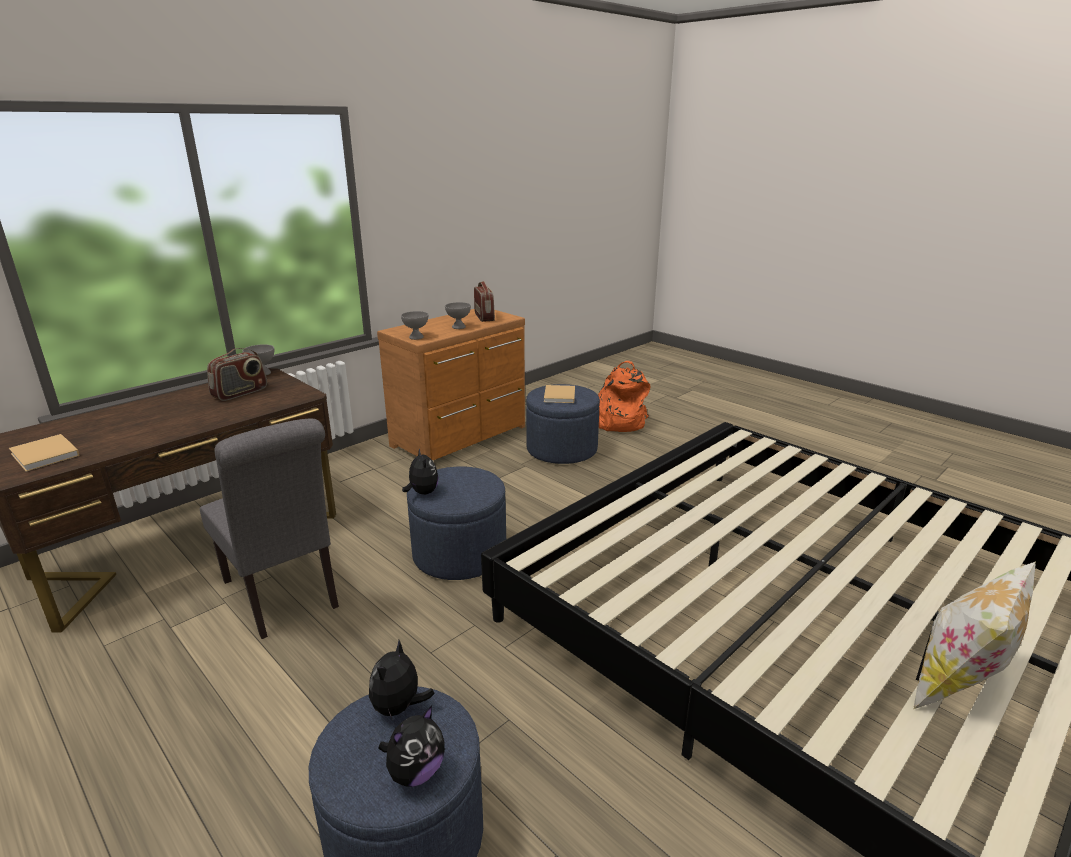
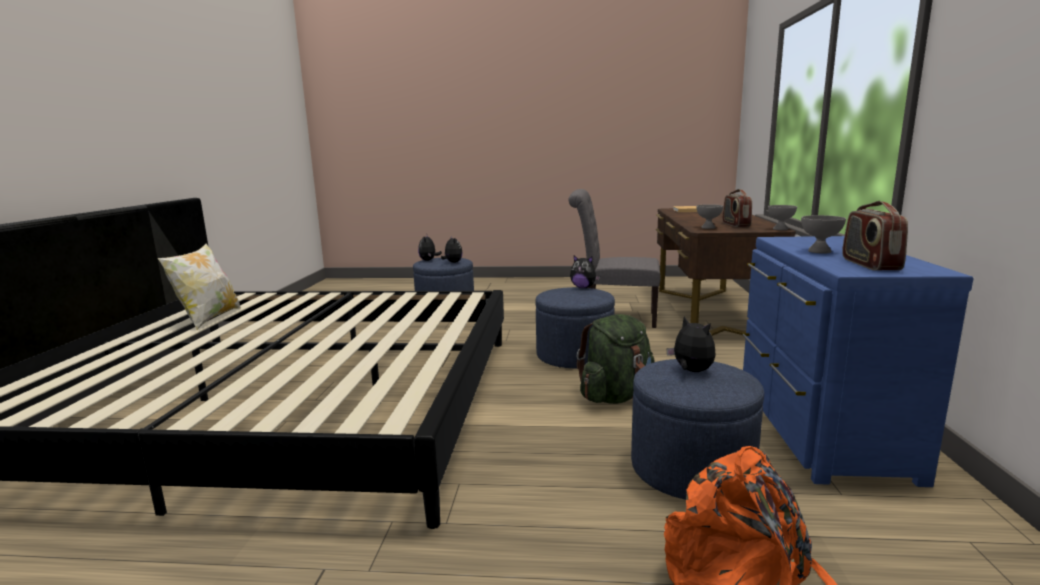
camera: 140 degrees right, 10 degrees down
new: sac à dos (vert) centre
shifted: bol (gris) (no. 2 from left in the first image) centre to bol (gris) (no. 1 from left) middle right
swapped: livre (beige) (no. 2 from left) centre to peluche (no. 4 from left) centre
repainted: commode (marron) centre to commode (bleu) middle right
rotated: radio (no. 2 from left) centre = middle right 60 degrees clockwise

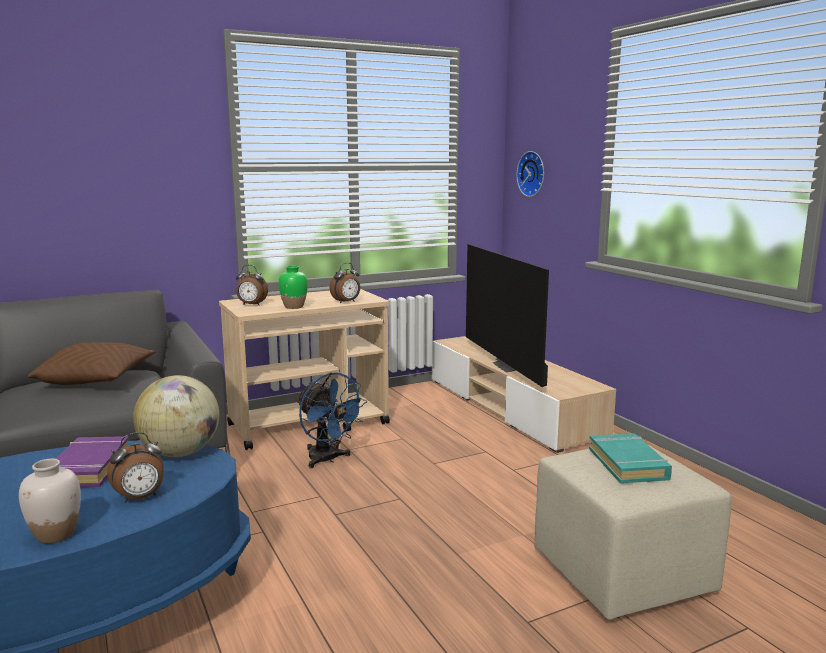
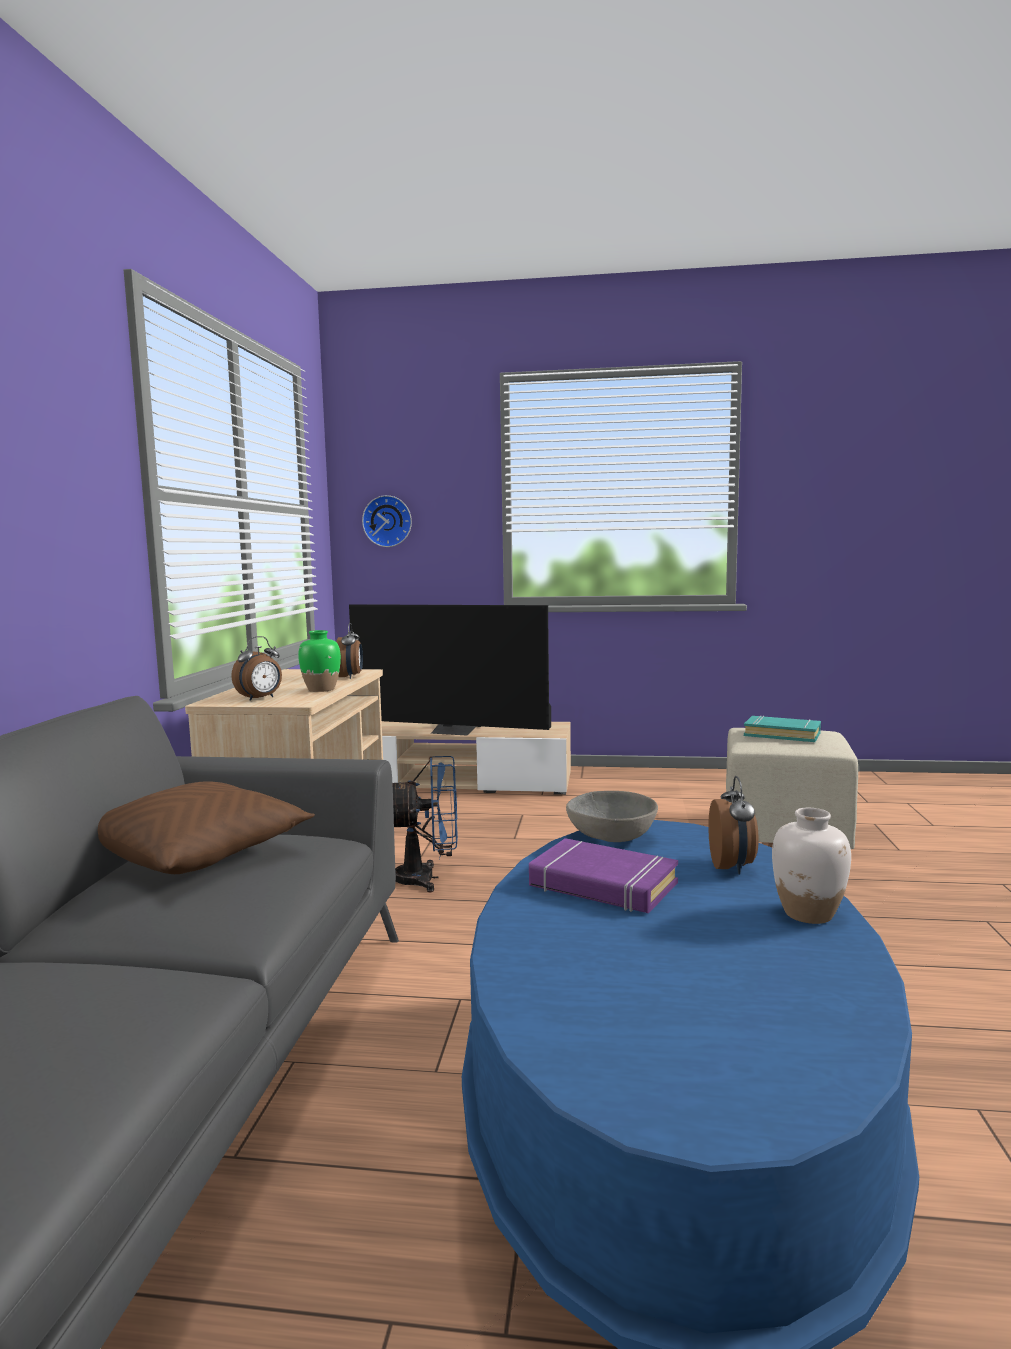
camera: 55 degrees left, 5 degrees down
swapped: globe middle left to bol (gris) centre

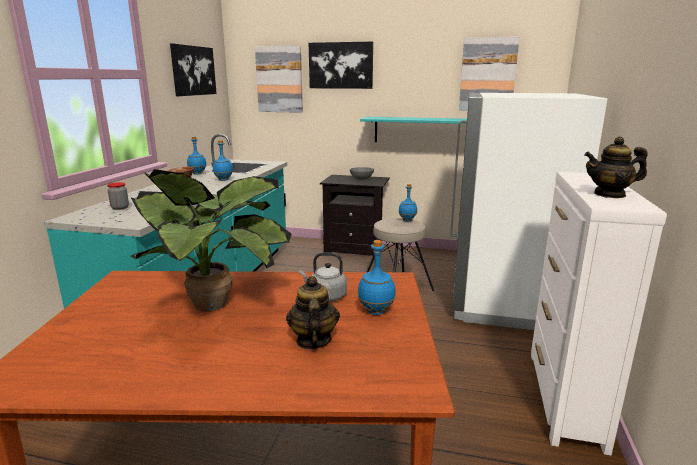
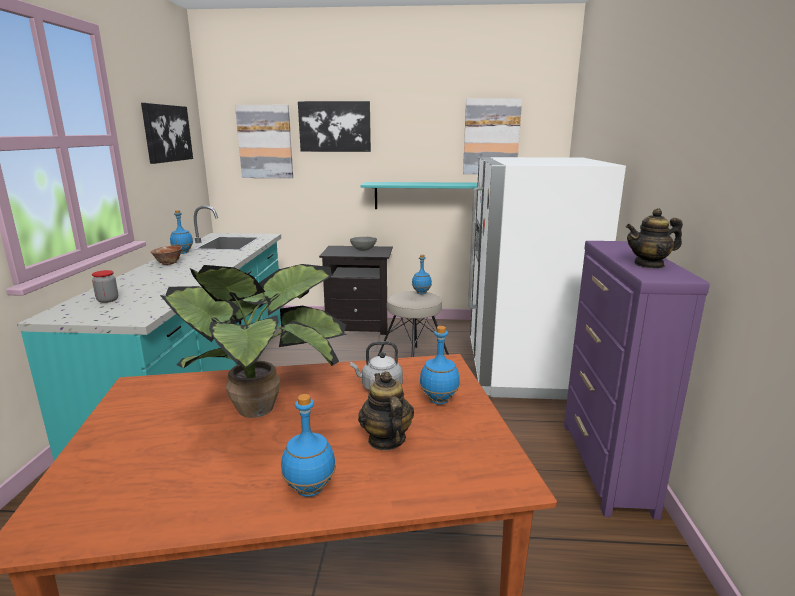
camera: 10 degrees left, 0 degrees up
shifted: bouteille (bleu) (no. 2 from left) middle left to bottom centre
repainted: commode (blanc) bottom right to commode (violet) middle right

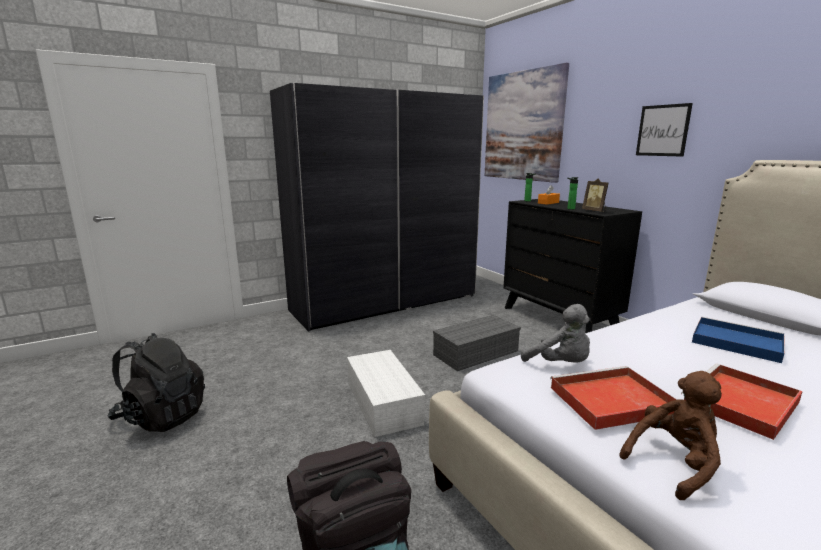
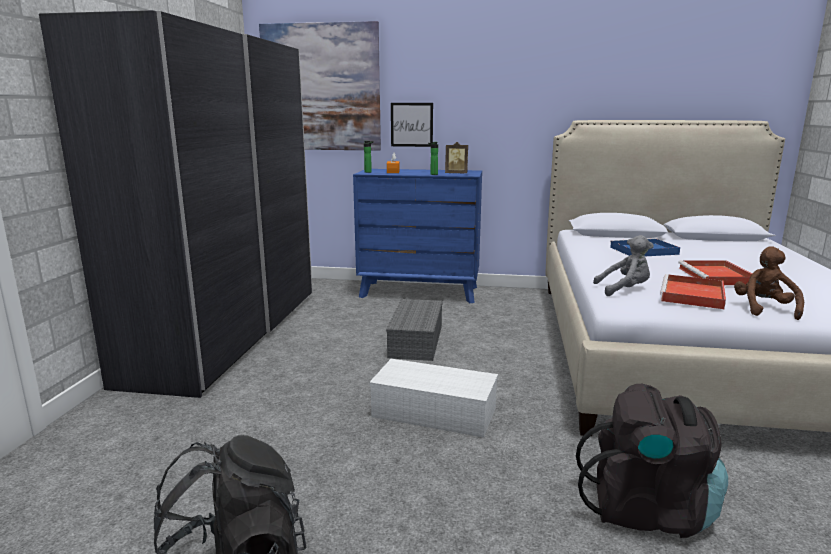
camera: 50 degrees left, 0 degrees up
shifted: tableau (no. 2 from left) top right to top centre
repainted: commode (noir) middle right to commode (bleu) centre

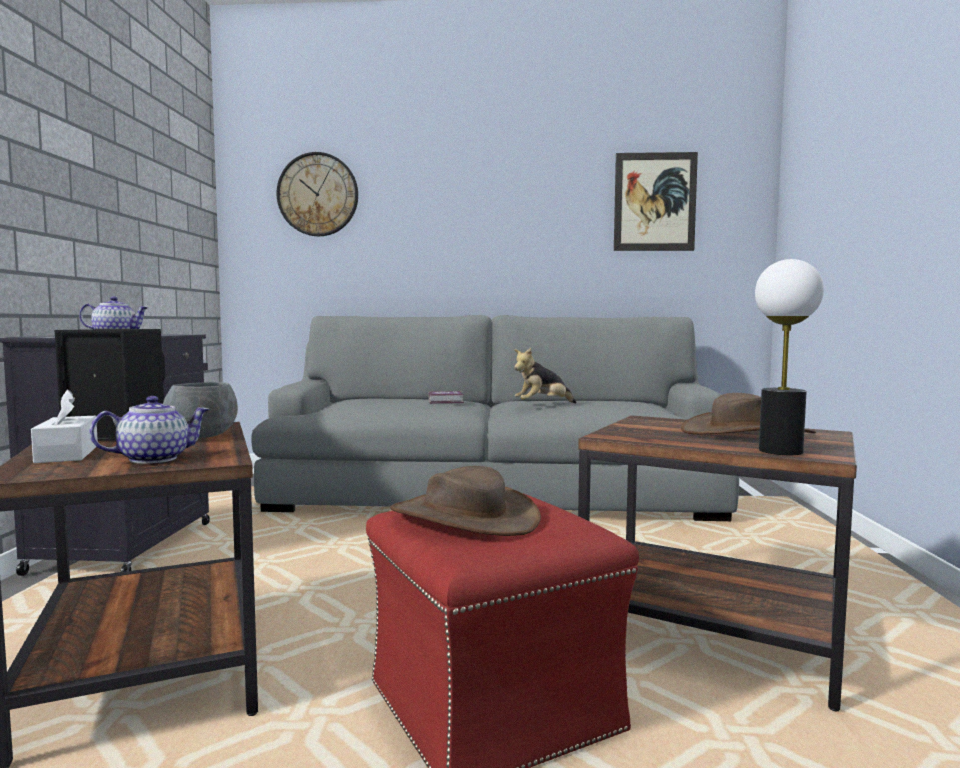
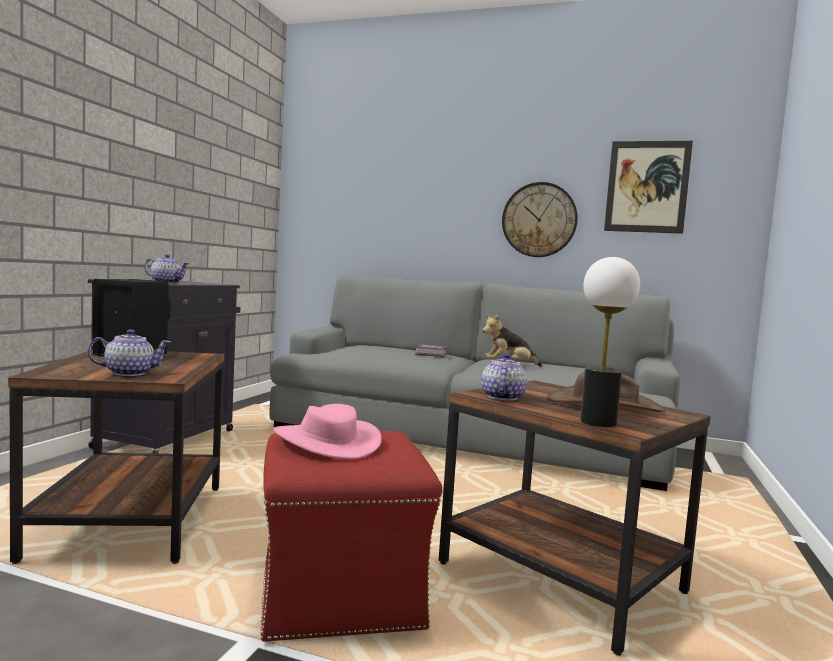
camera: 15 degrees right, 0 degrees up
gone: boîte à mouchoirs (blanc) middle left; bol (gris) middle left
new: théière (no. 3 from left) centre
shifted: horloge murale top left to top centre
repainted: chapeau (marron) (no. 1 from left) centre to chapeau (rose) centre

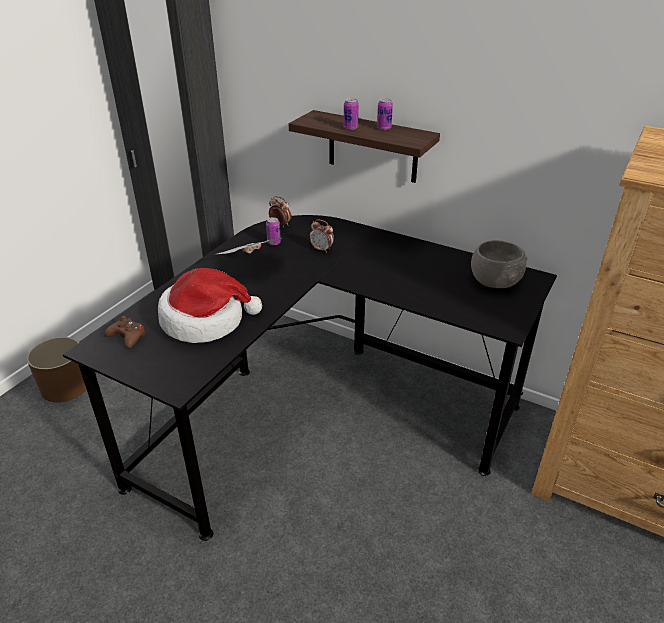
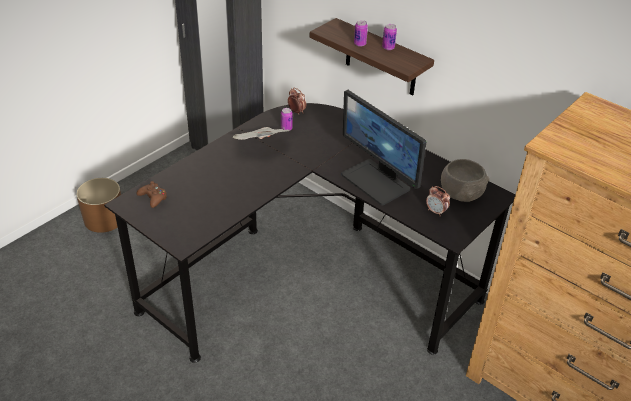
camera: 10 degrees right, 5 degrees up
gone: chapeau middle left
new: écran d'ordinateur centre
shifted: réveil (no. 2 from left) centre to middle right

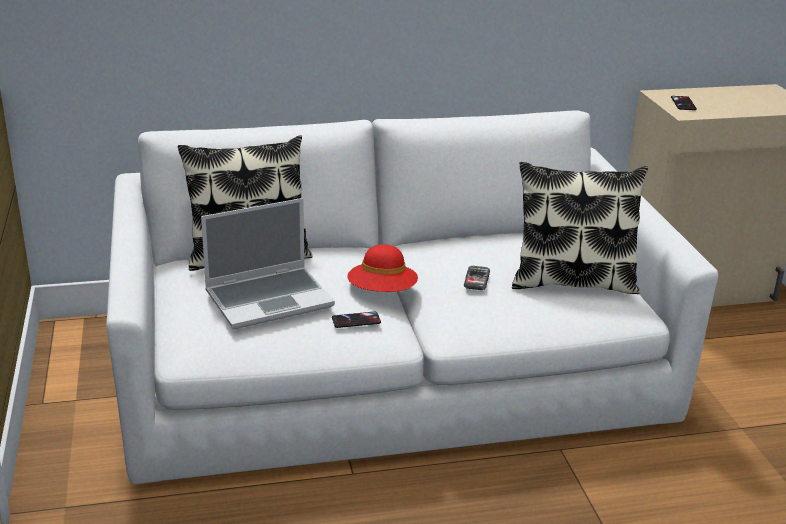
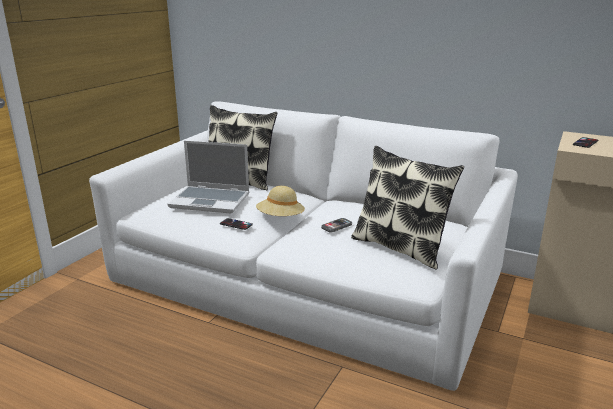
camera: 40 degrees right, 5 degrees down
repainted: chapeau (rouge) centre to chapeau (beige) centre

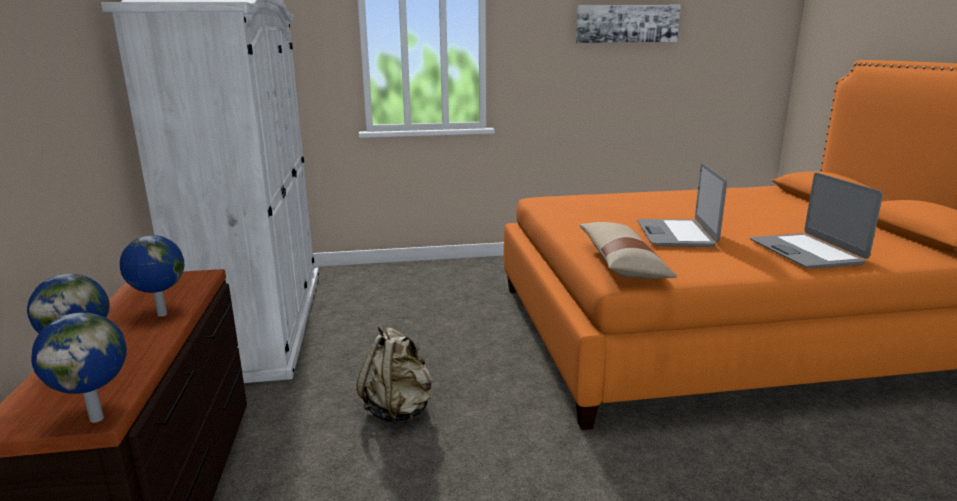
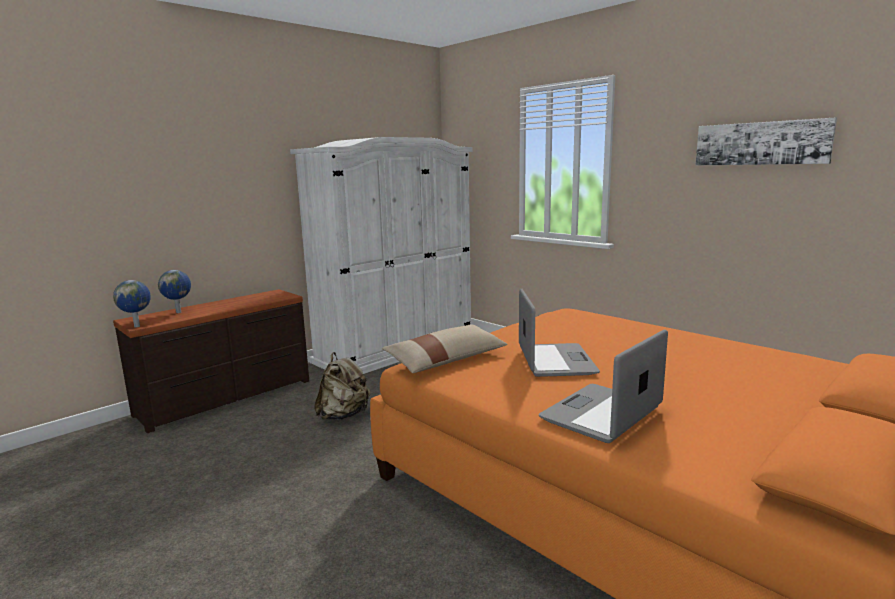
camera: 55 degrees right, 5 degrees down
gone: globe (no. 3 from left) middle left
rotated: ordinateur portable (no. 1 from left) middle right = centre 120 degrees clockwise

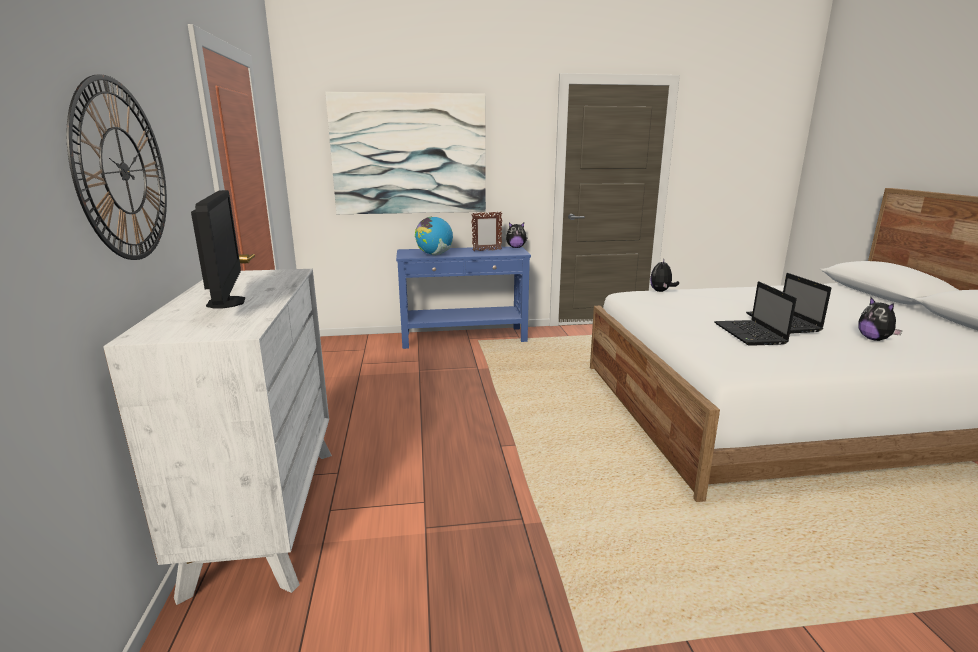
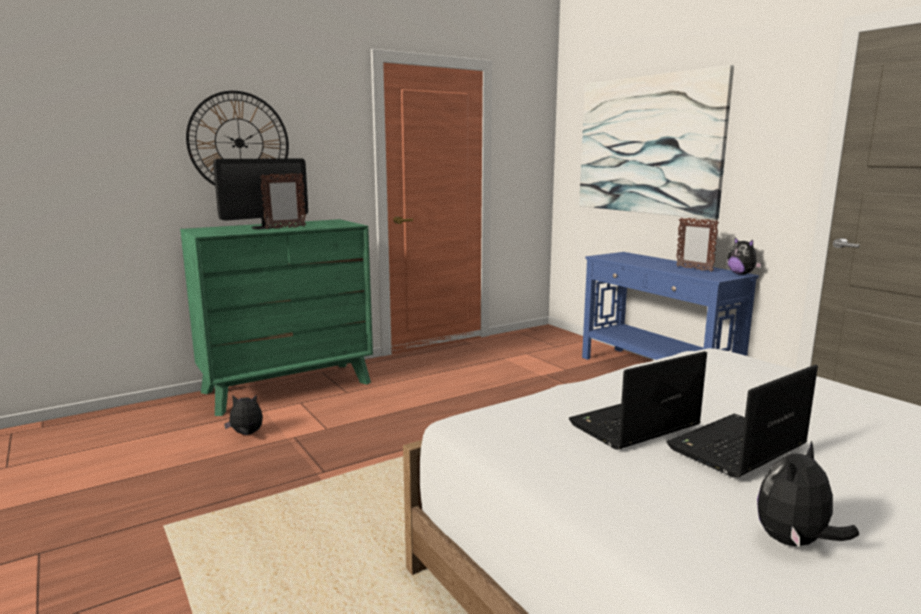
camera: 65 degrees right, 5 degrees down
gone: globe centre
new: cadre photo (no. 1 from left) top left
shifted: peluche (no. 2 from left in the first image) middle right to peluche (no. 1 from left) bottom left
repainted: commode (blanc) bottom left to commode (vert) middle left

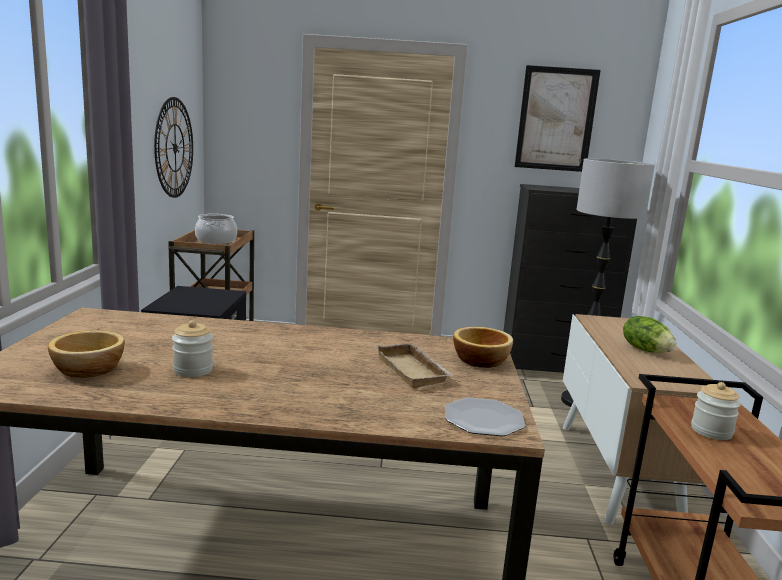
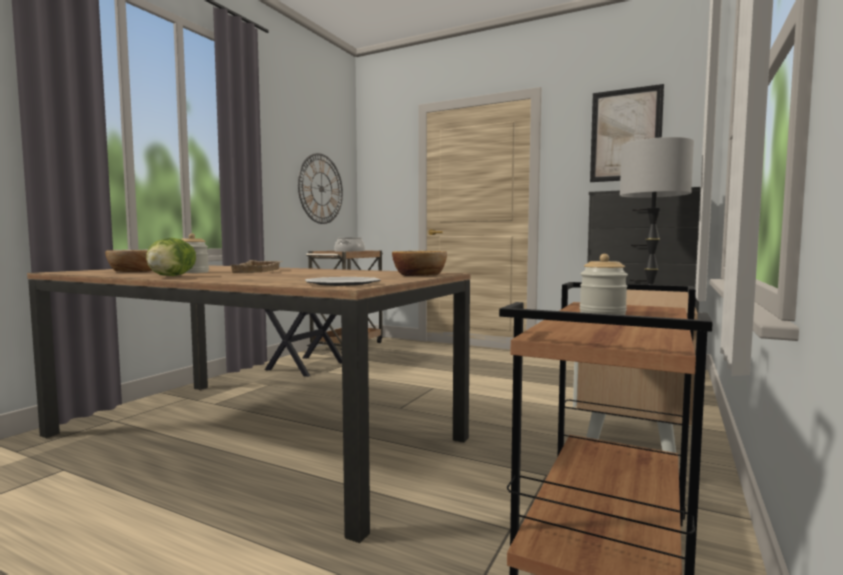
camera: 25 degrees right, 10 degrees down
shifted: laitue middle right to middle left; plateau (beige) centre to middle left

